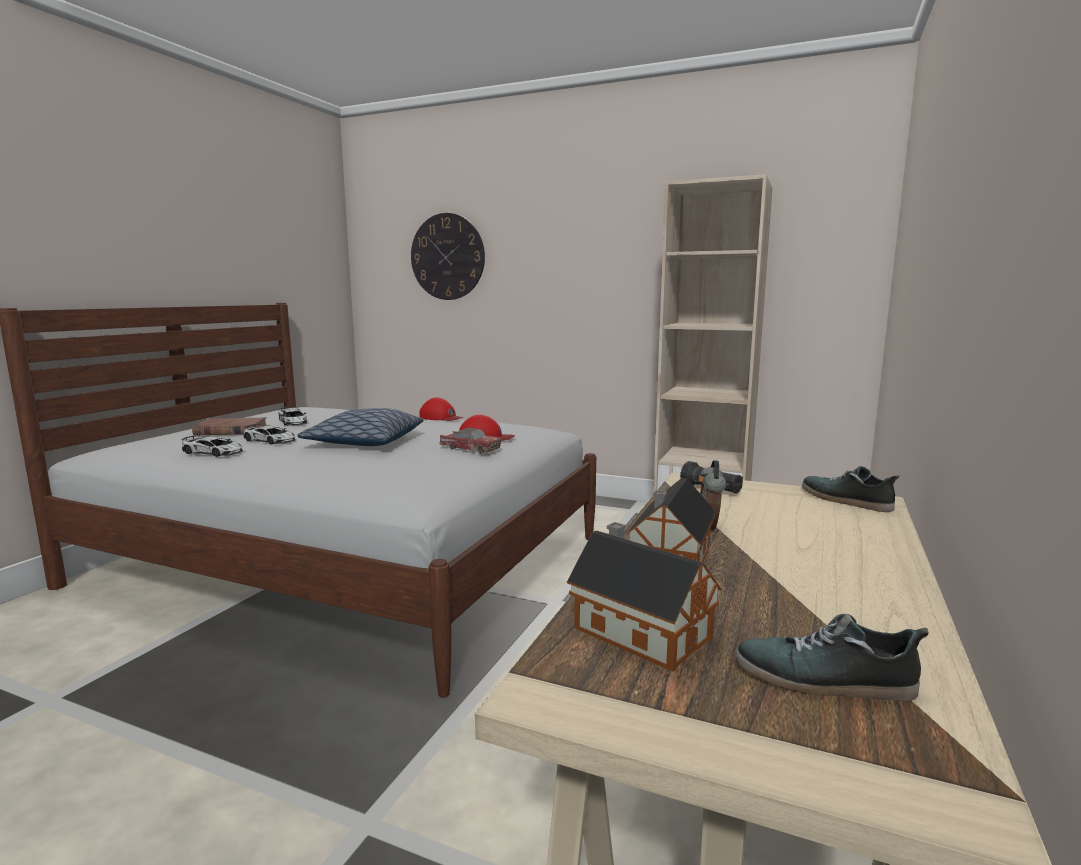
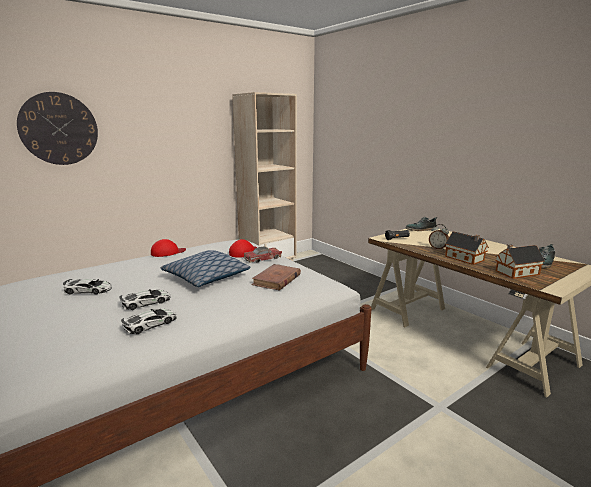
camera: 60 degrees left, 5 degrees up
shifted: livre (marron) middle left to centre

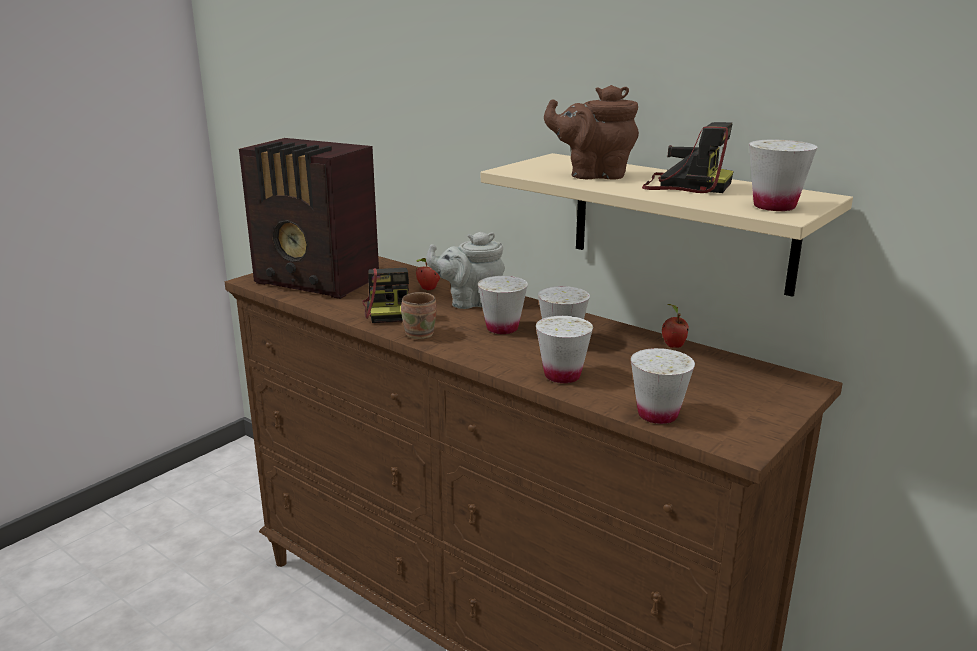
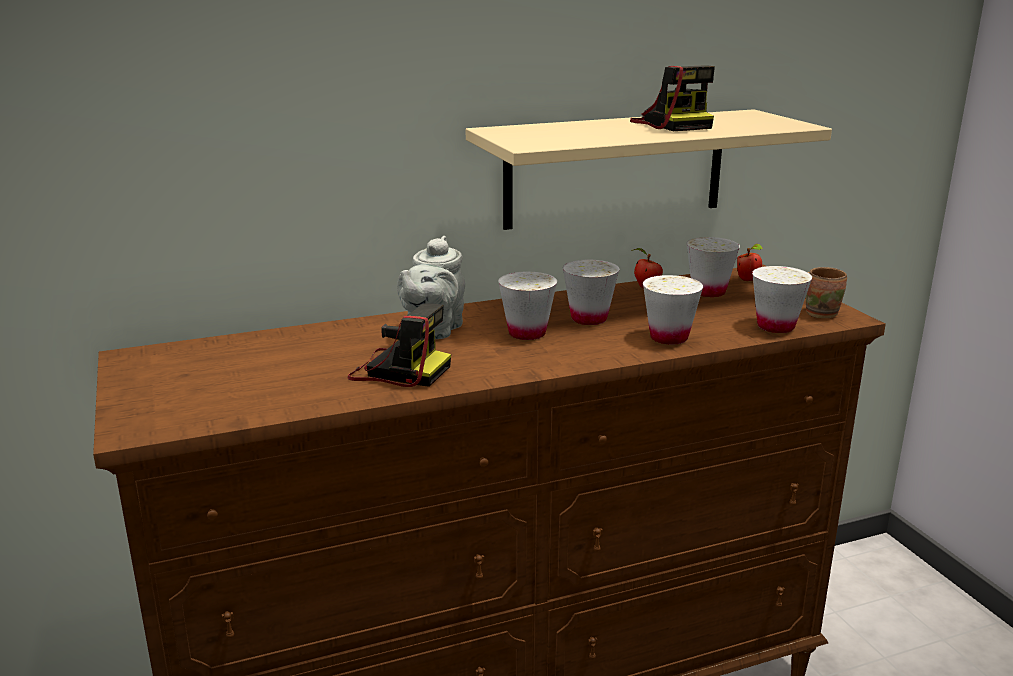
camera: 60 degrees left, 0 degrees up
gone: radio middle left; théière (marron) top centre
shifted: tasse (blanc) (no. 5 from left in the first image) top right to tasse (blanc) (no. 4 from left) middle right; pomme (no. 1 from left in the first image) centre to pomme (no. 2 from left) middle right; mug (marron) centre to middle right
rotated: appareil photo (no. 2 from left) top right = top centre 105 degrees clockwise

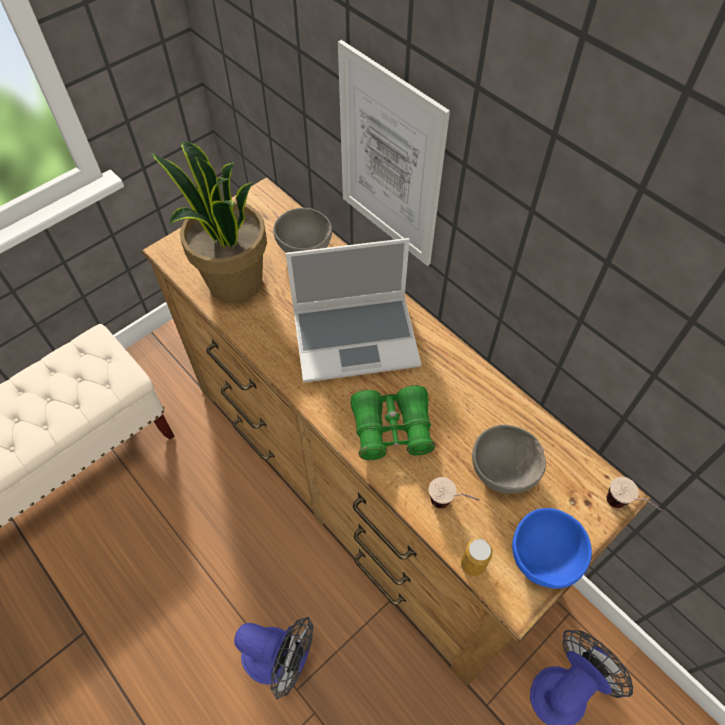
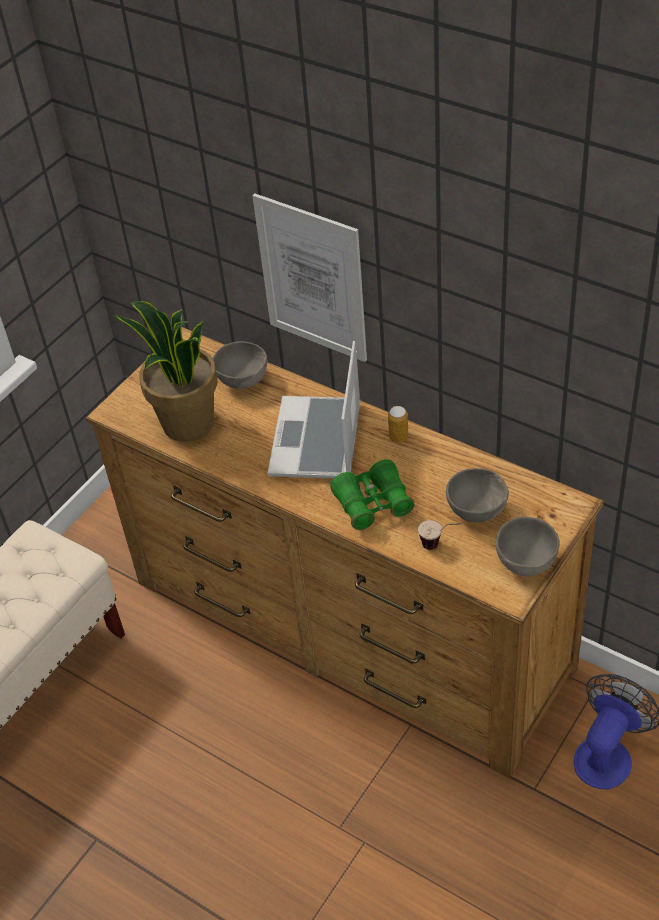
camera: 10 degrees left, 10 degrees down
gone: ventilateur (no. 1 from left) bottom centre; tasse (no. 2 from left) bottom right
shifted: boîte métallique bottom centre to centre
repainted: bol (bleu) bottom right to bol (gris) (no. 3 from left) middle right
rotated: ordinateur portable centre = centre 120 degrees clockwise

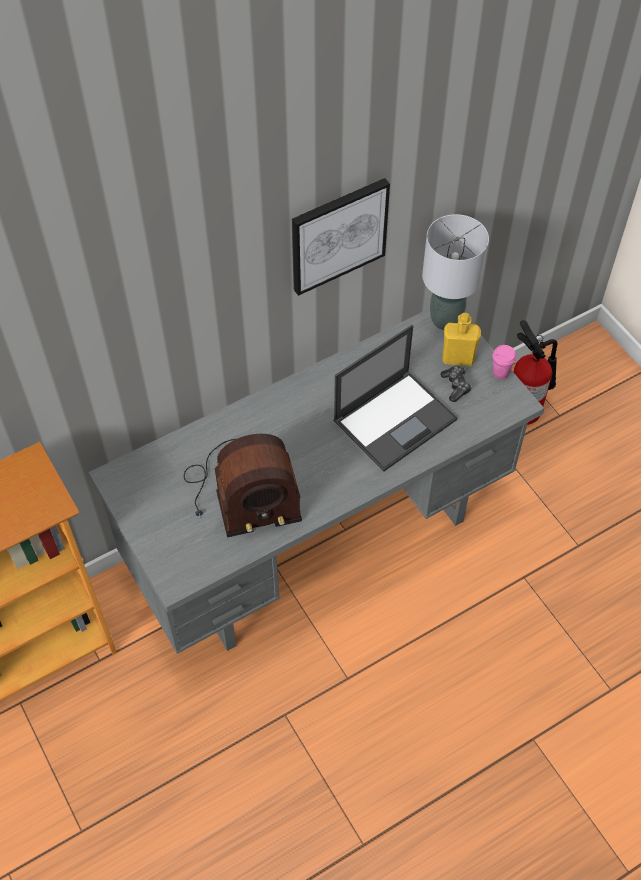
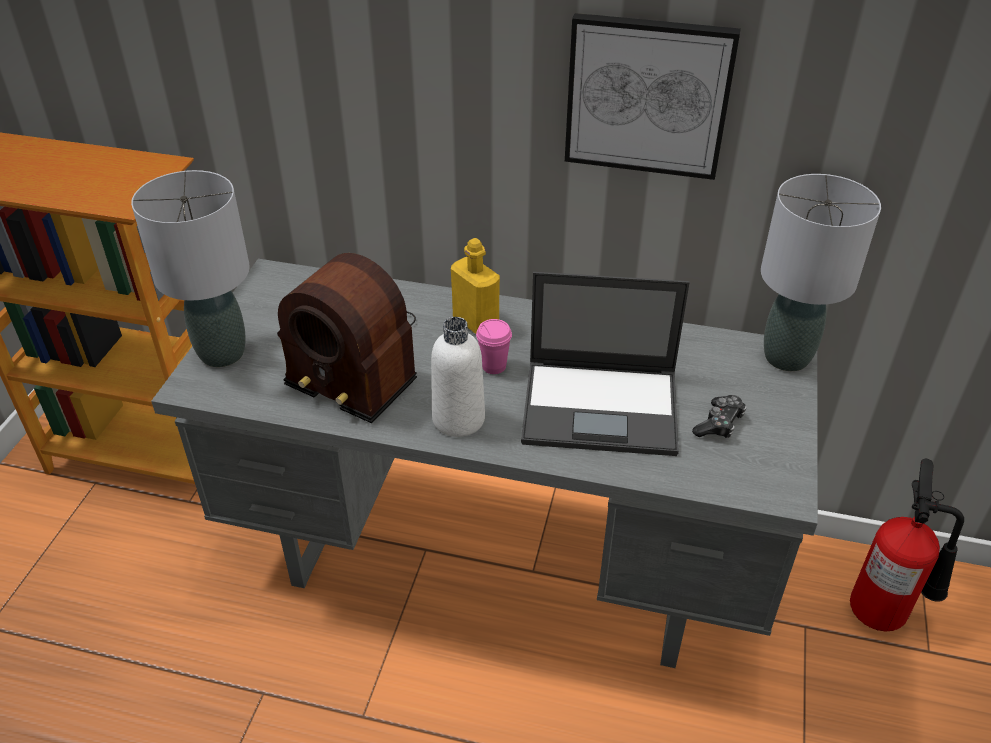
camera: 45 degrees right, 15 degrees down
new: lampe de table (gris) (no. 1 from left) middle left; bouteille (blanc) centre
shifted: bouteille (jaune) middle right to centre; tasse (rose) middle right to centre

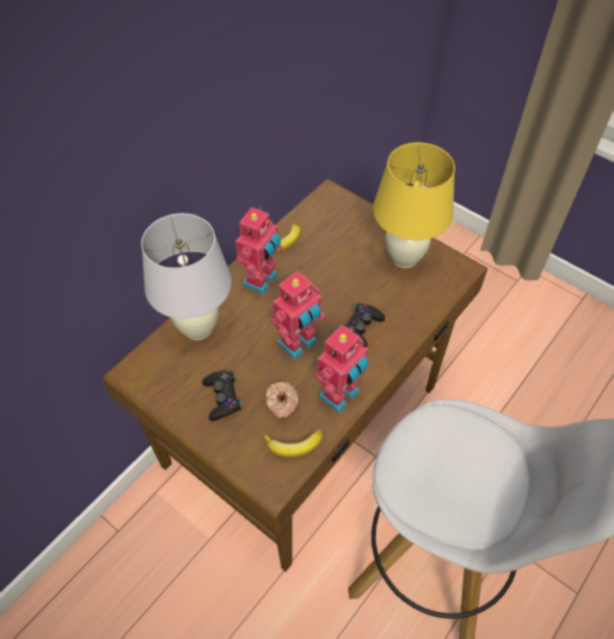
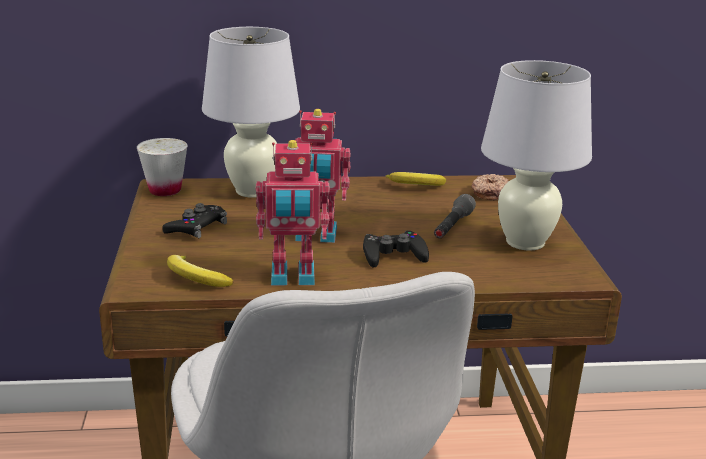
camera: 45 degrees right, 30 degrees down
gone: robot jouet (no. 1 from left) centre
new: tasse (blanc) middle left; lampe de poche (gris) centre
shifted: beignet centre to middle right
repainted: lampe de table (jaune) top right to lampe de table (blanc) (no. 2 from left) middle right

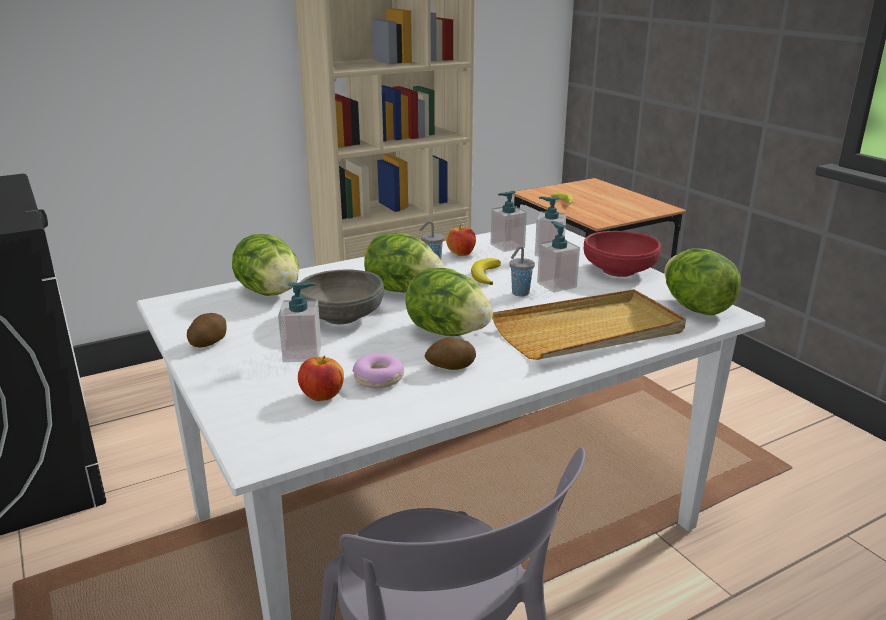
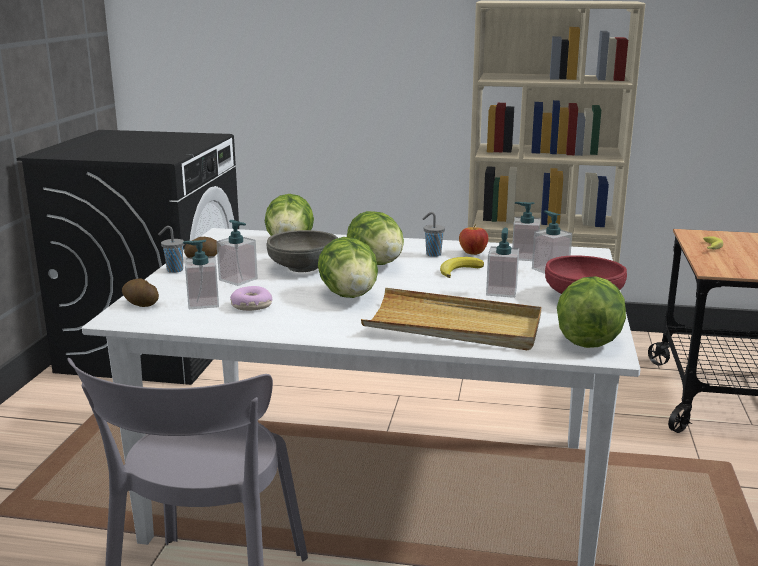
camera: 40 degrees right, 5 degrees down
shifted: pomme de terre (no. 2 from left in the first image) centre to pomme de terre (no. 1 from left) middle left; tasse (gris) (no. 2 from left in the first image) centre to tasse (gris) (no. 1 from left) middle left
swapped: pomme (no. 1 from left) centre to distributeur de savon (no. 1 from left) middle left

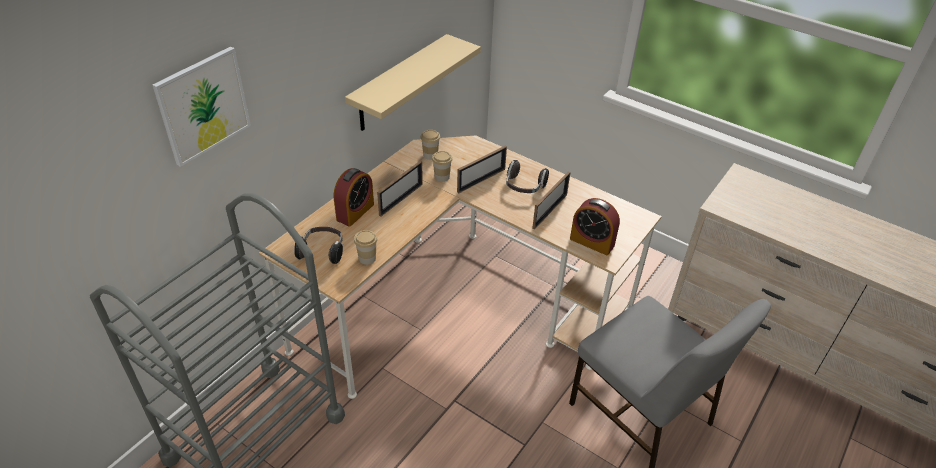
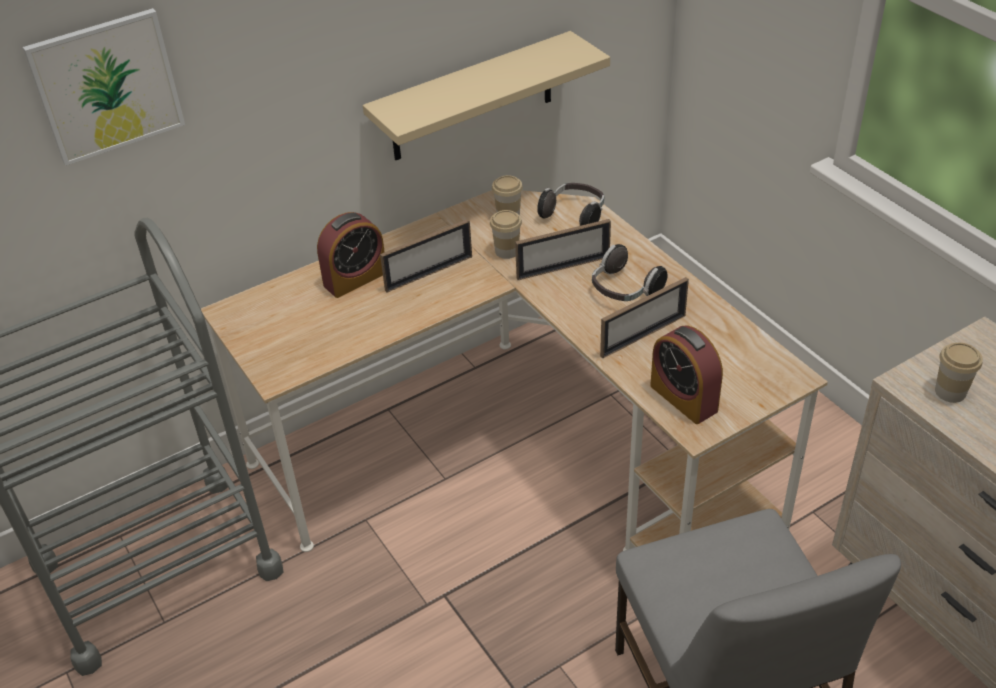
camera: 25 degrees right, 0 degrees up
shifted: casque audio (no. 1 from left) centre to top centre; tasse (no. 1 from left in the first image) centre to tasse (no. 3 from left) middle right

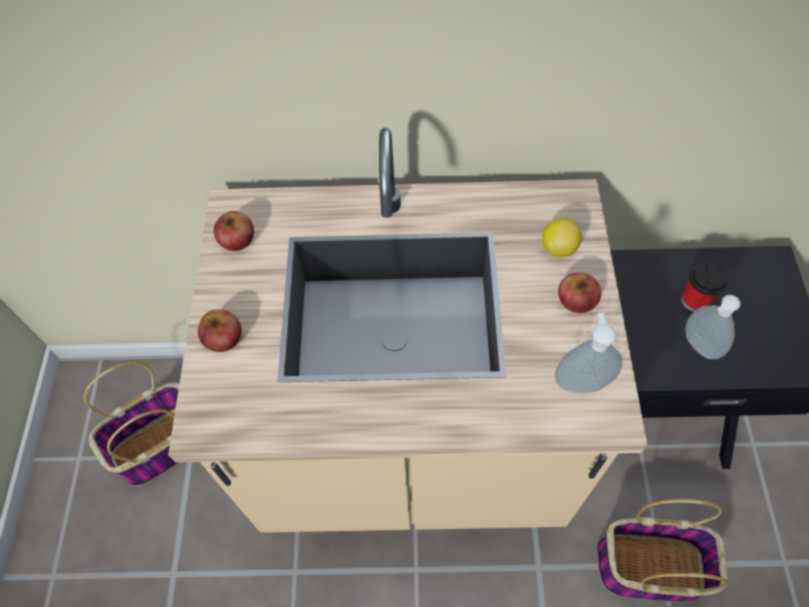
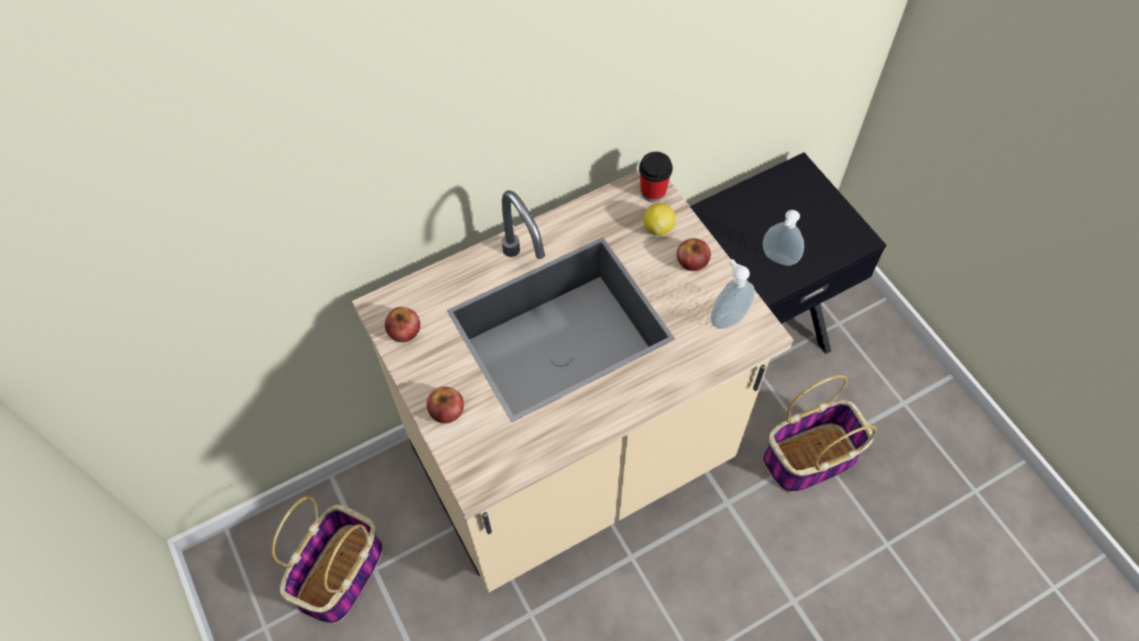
camera: 30 degrees left, 0 degrees up
shifted: tasse middle right to top centre

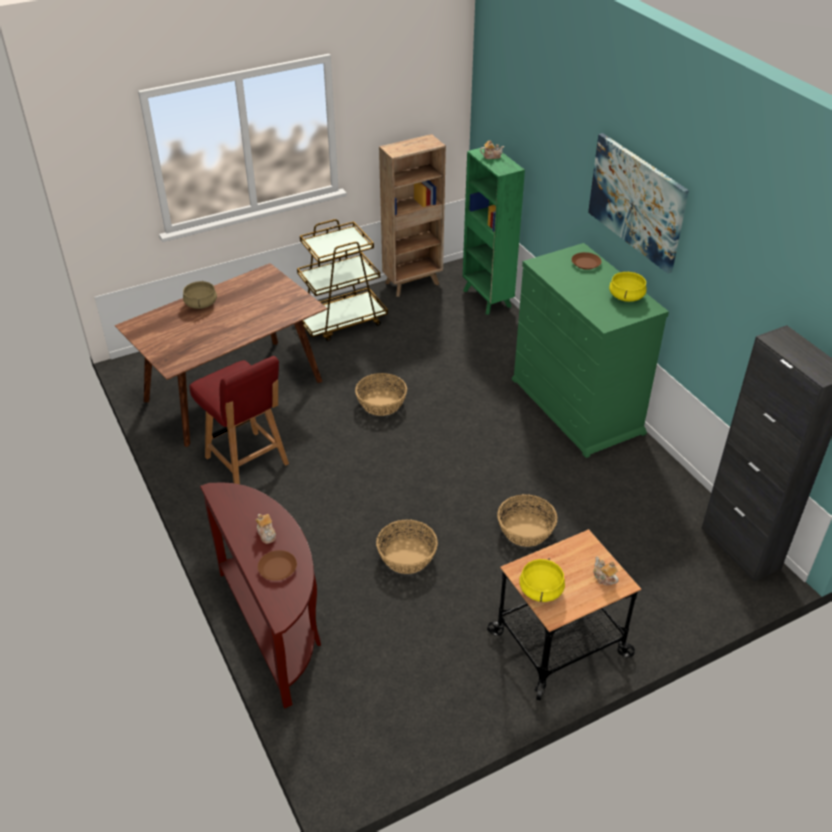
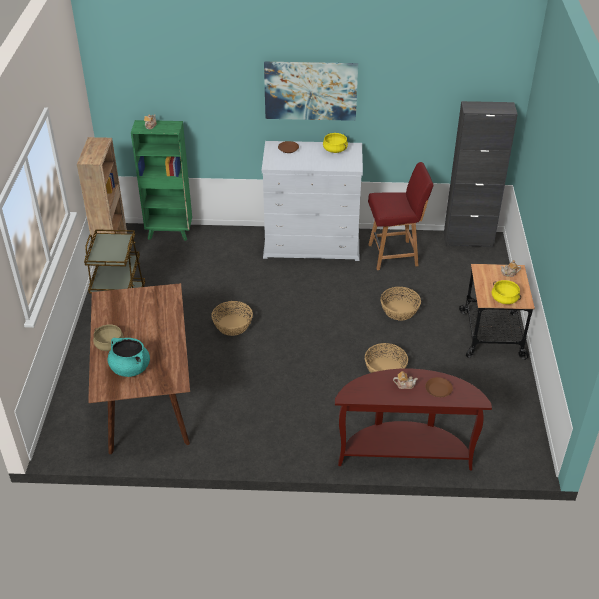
camera: 60 degrees left, 0 degrees up
new: marmite (turquoise) middle left
shifted: chaise (rouge) middle left to middle right
repainted: commode (vert) middle right to commode (blanc) centre

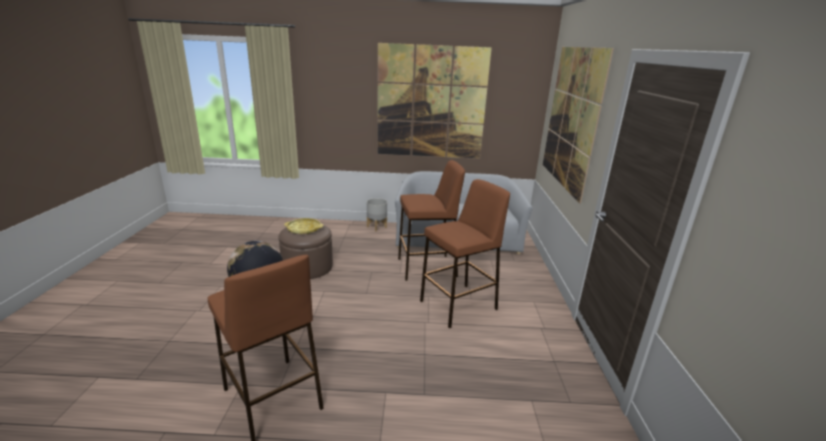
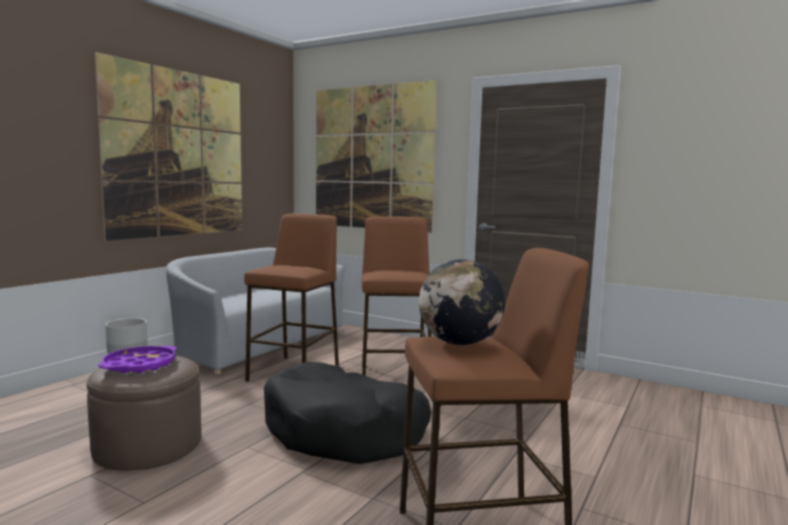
camera: 60 degrees left, 15 degrees down
new: panier pour chien (noir) bottom centre
repainted: plateau (jaune) centre to plateau (violet) bottom left

